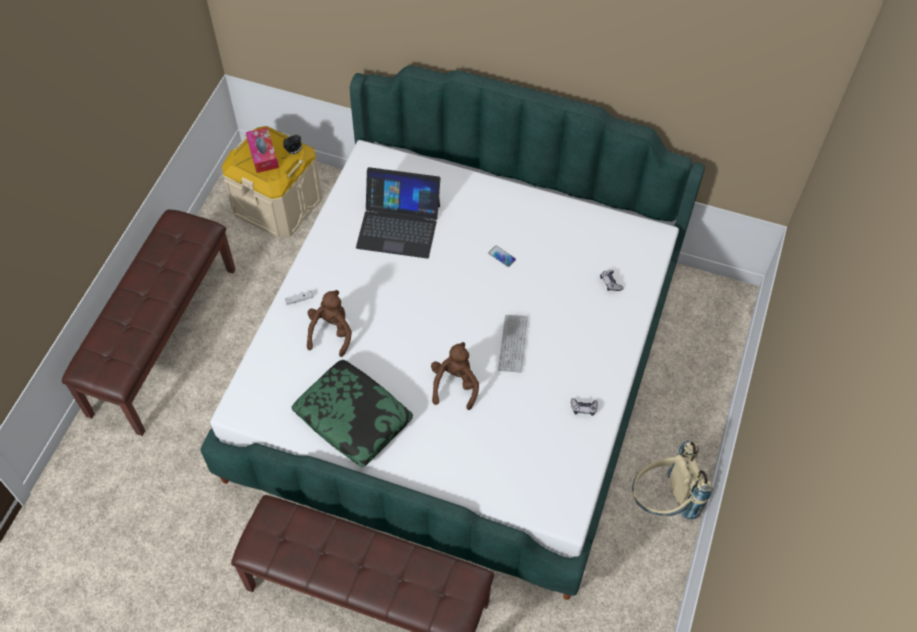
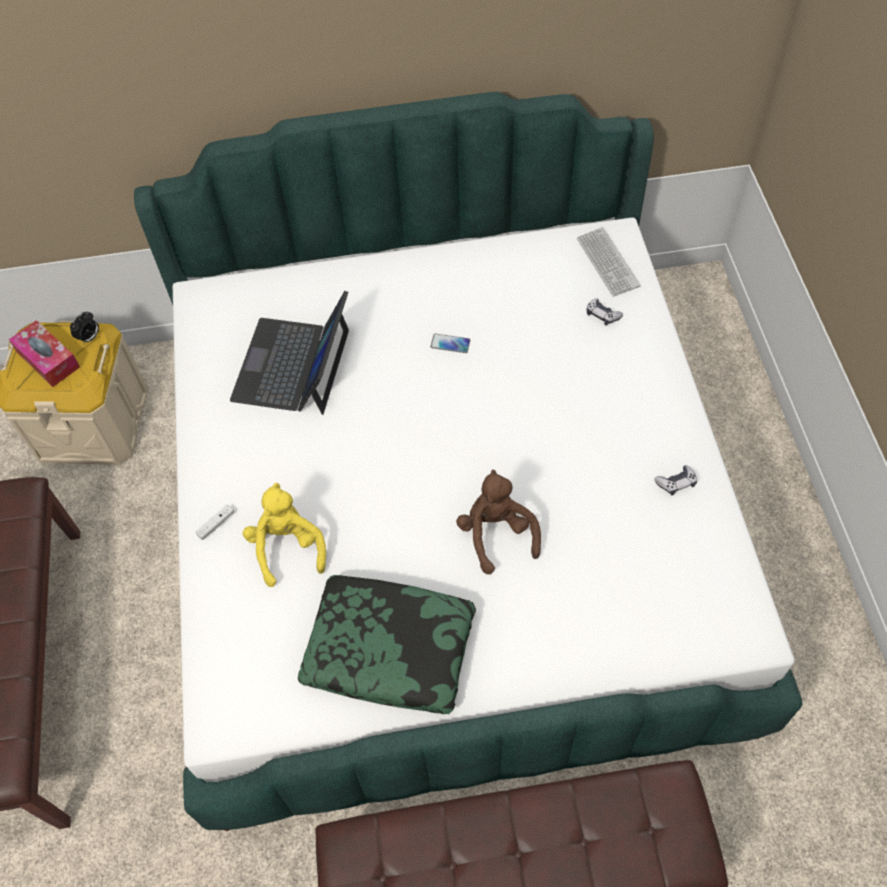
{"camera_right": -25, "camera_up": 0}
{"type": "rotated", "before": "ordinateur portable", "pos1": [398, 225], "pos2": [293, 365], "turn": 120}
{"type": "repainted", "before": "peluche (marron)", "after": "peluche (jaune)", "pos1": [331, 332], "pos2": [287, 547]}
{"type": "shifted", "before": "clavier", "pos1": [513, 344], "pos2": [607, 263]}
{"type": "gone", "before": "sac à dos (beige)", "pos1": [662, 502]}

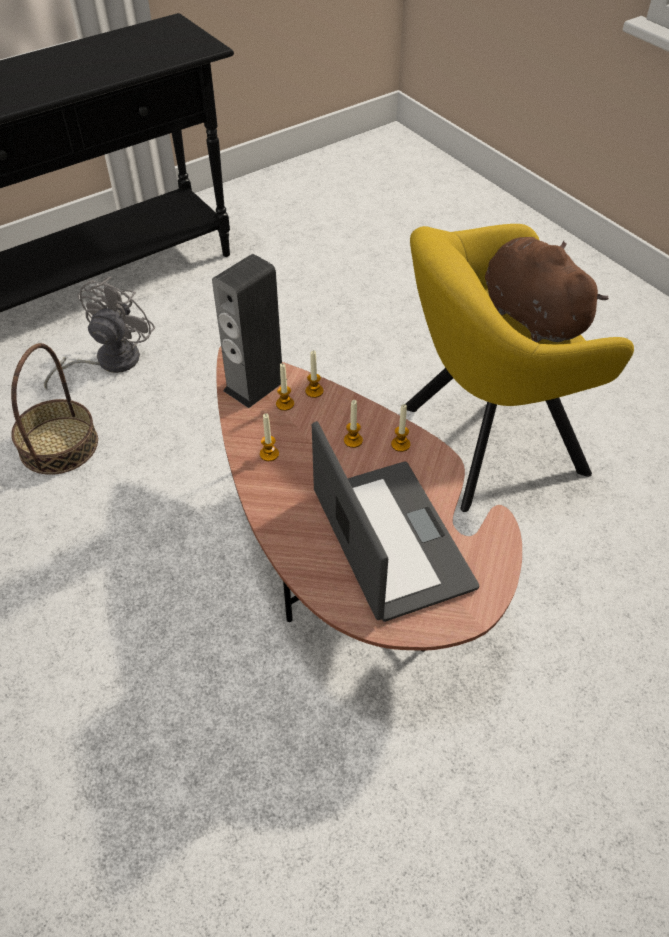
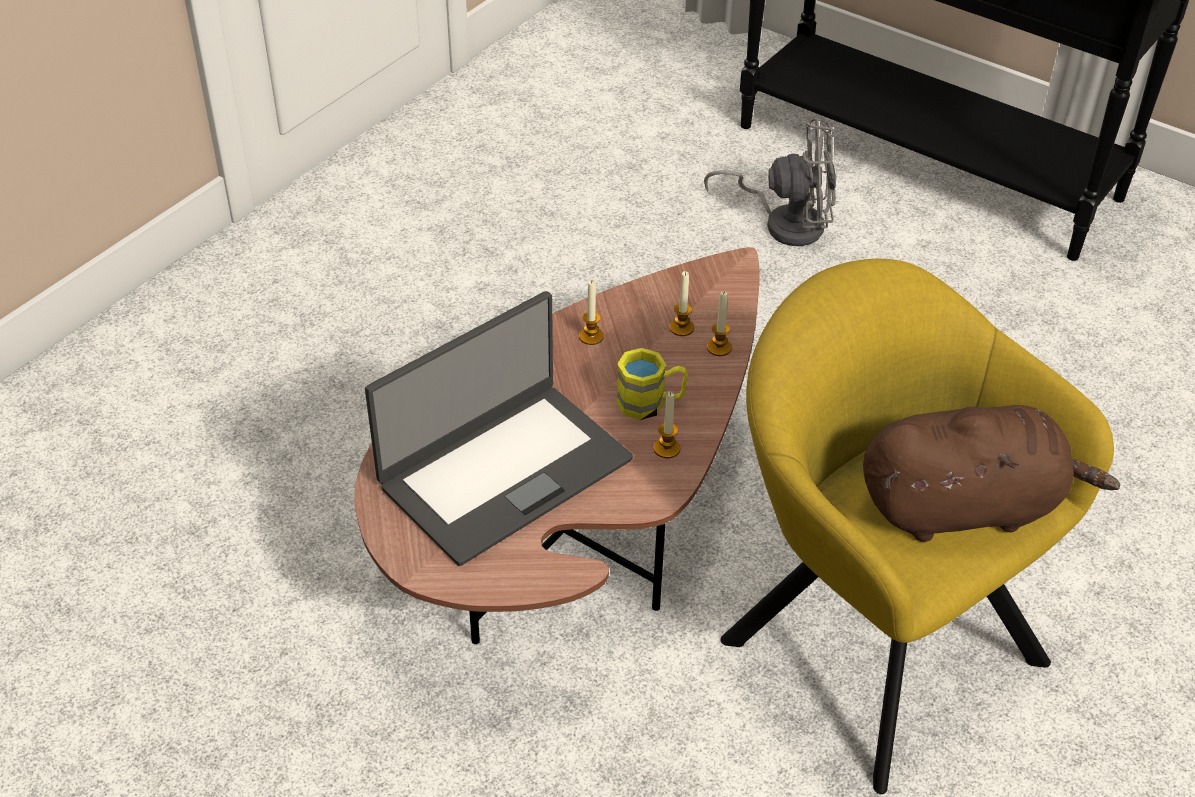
{"camera_right": 70, "camera_up": -5}
{"type": "rotated", "before": "peluche (marron)", "pos1": [530, 316], "pos2": [966, 507], "turn": 45}
{"type": "gone", "before": "enceinte", "pos1": [255, 385]}
{"type": "gone", "before": "panier", "pos1": [58, 445]}
{"type": "swapped", "before": "bougie", "after": "mug (jaune)", "pos1": [353, 440], "pos2": [650, 403]}

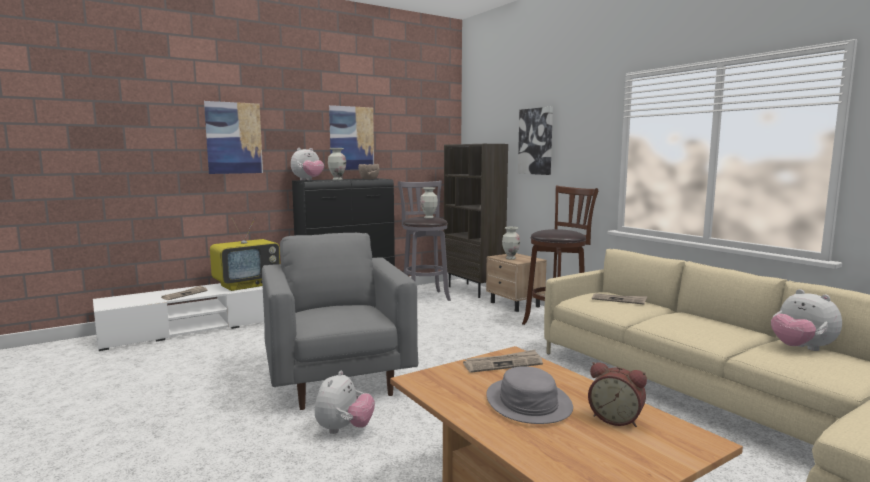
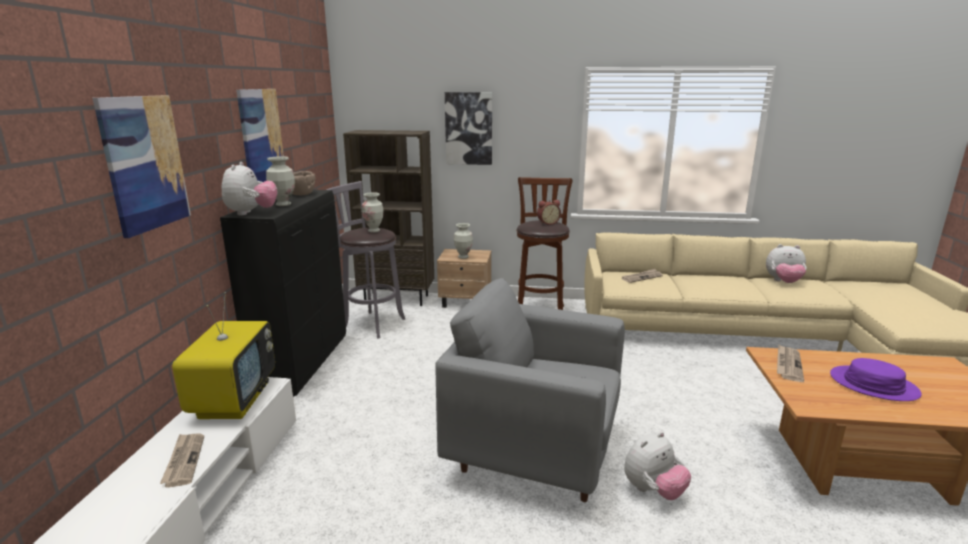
{"camera_right": -50, "camera_up": 10}
{"type": "shifted", "before": "réveil", "pos1": [616, 418], "pos2": [547, 223]}
{"type": "repainted", "before": "chapeau (gris)", "after": "chapeau (violet)", "pos1": [528, 402], "pos2": [873, 385]}
{"type": "rotated", "before": "peluche", "pos1": [344, 429], "pos2": [653, 491], "turn": 90}

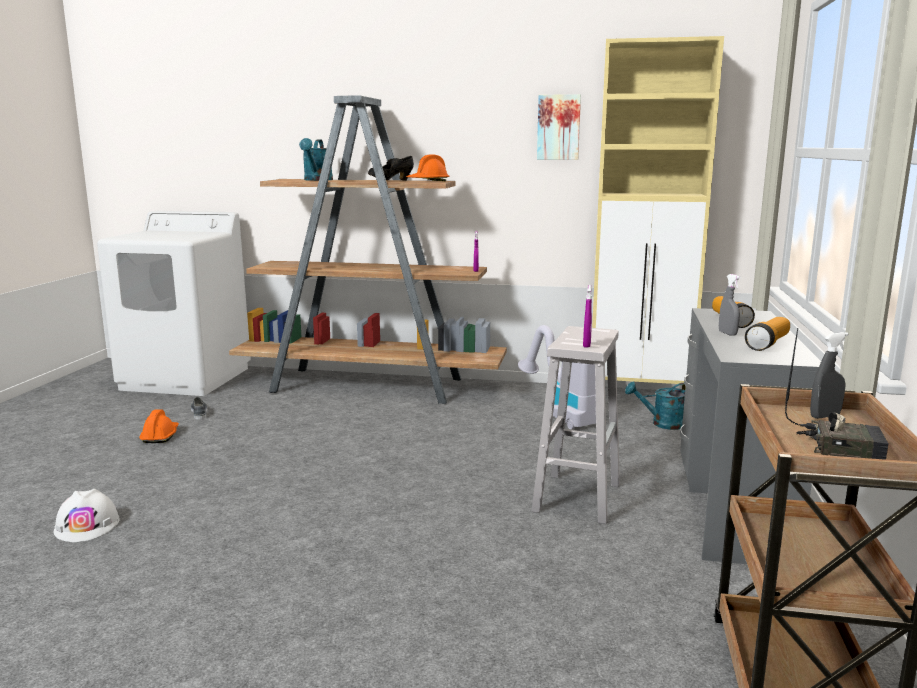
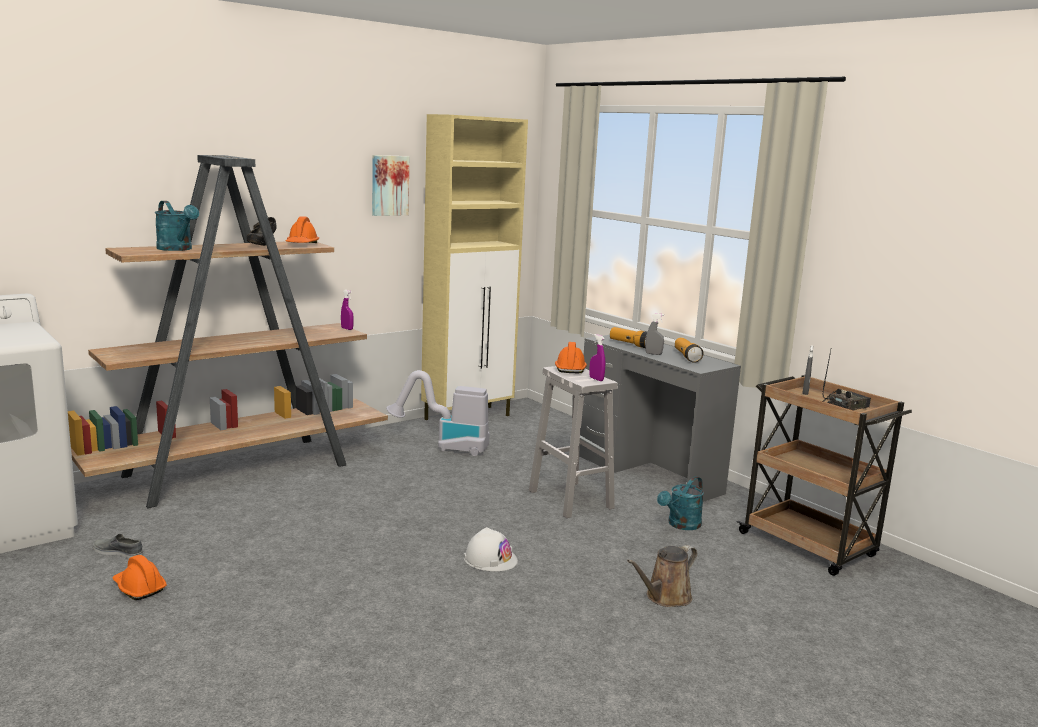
{"camera_right": -50, "camera_up": 0}
{"type": "shifted", "before": "arrosoir (turquoise)", "pos1": [662, 424], "pos2": [681, 525]}
{"type": "shifted", "before": "casque de chantier (blanc)", "pos1": [87, 525], "pos2": [490, 559]}
{"type": "new", "after": "casque de chantier (orange)", "pos2": [570, 368]}
{"type": "new", "after": "arrosoir (marron)", "pos2": [665, 597]}

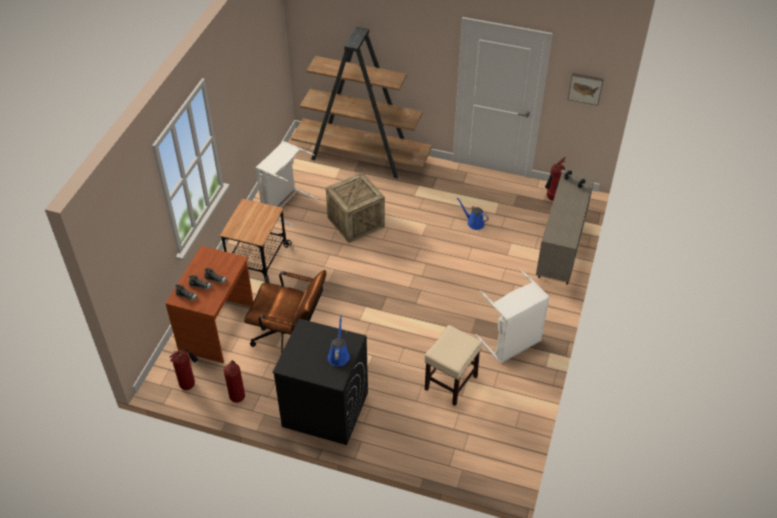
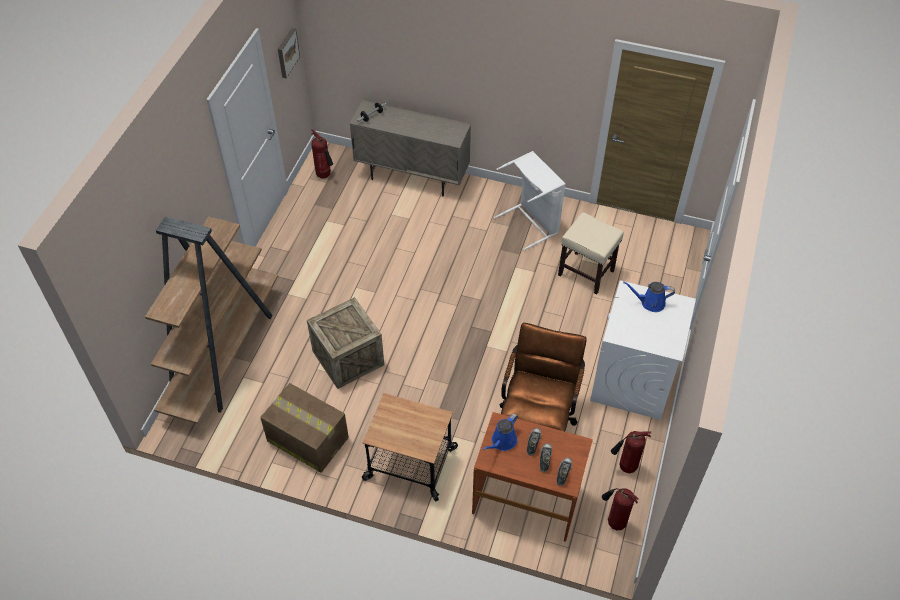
{"camera_right": -90, "camera_up": 5}
{"type": "swapped", "before": "panier à linge (blanc)", "after": "carton", "pos1": [285, 204], "pos2": [307, 439]}
{"type": "shifted", "before": "arrosoir (bleu)", "pos1": [474, 223], "pos2": [502, 442]}
{"type": "repainted", "before": "lave-linge (noir)", "after": "lave-linge (blanc)", "pos1": [324, 409], "pos2": [632, 380]}

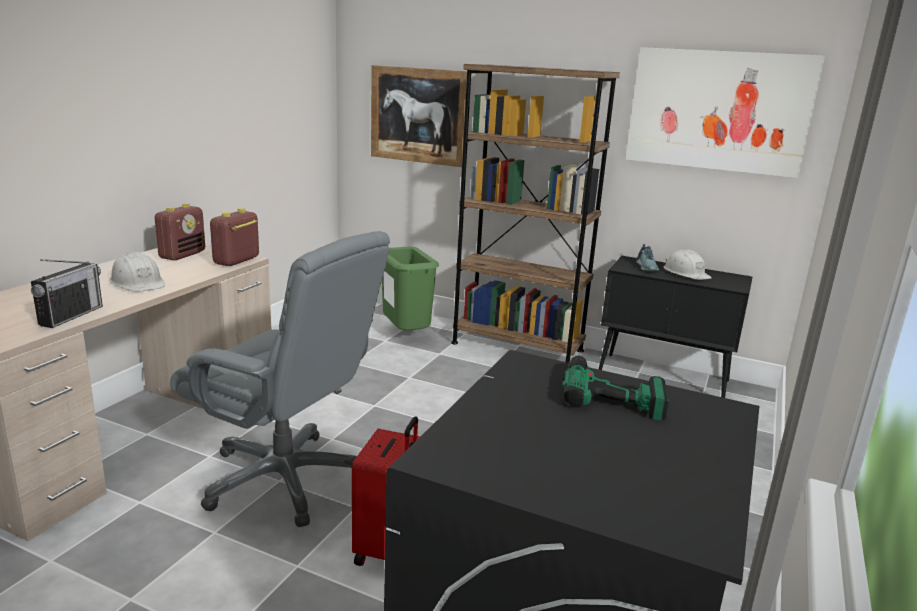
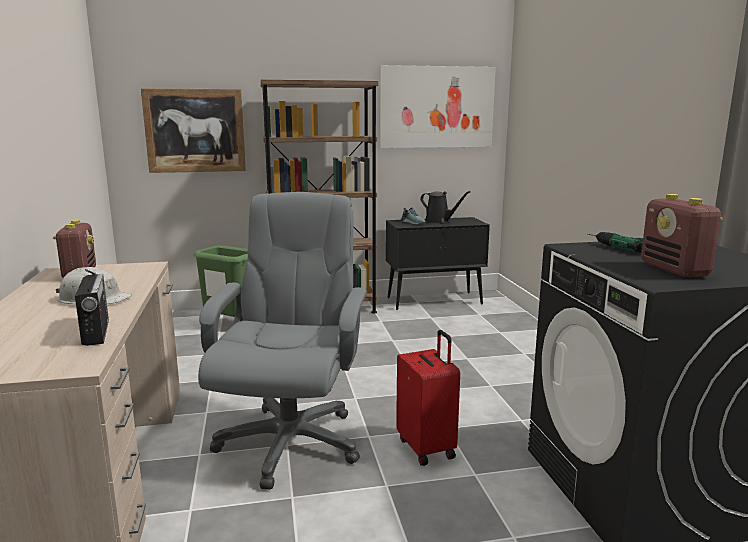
{"camera_right": -35, "camera_up": -5}
{"type": "shifted", "before": "radio", "pos1": [236, 261], "pos2": [675, 270]}
{"type": "rotated", "before": "chaise de bureau (gris)", "pos1": [286, 479], "pos2": [290, 442], "turn": -75}
{"type": "swapped", "before": "casque de chantier (blanc)", "after": "arrosoir (noir)", "pos1": [686, 273], "pos2": [439, 221]}

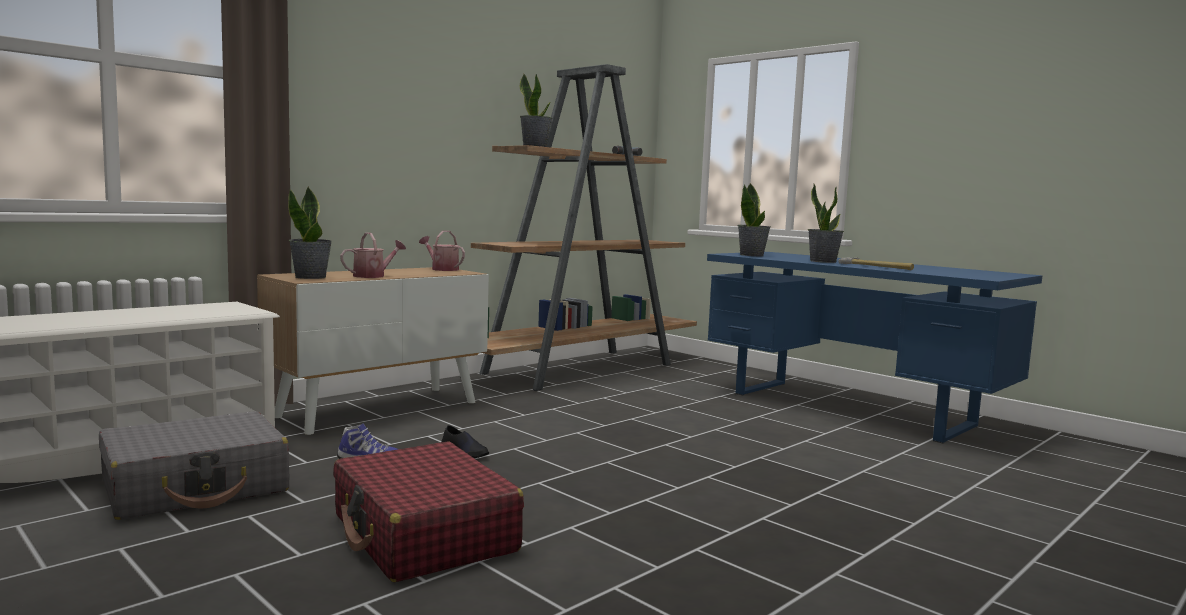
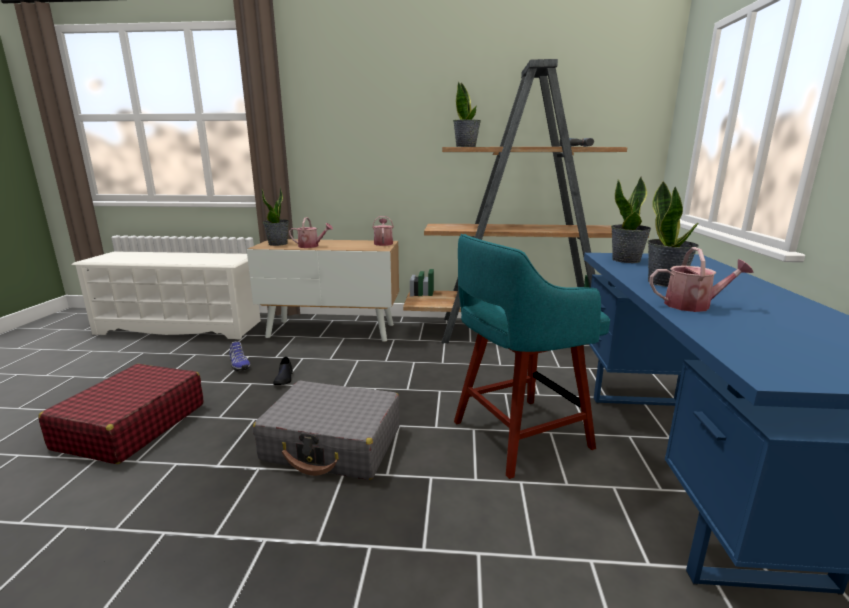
{"camera_right": 50, "camera_up": 10}
{"type": "swapped", "before": "marteau", "after": "arrosoir", "pos1": [876, 267], "pos2": [693, 305]}
{"type": "shifted", "before": "valise (gris)", "pos1": [196, 487], "pos2": [333, 444]}
{"type": "new", "after": "tabouret (turquoise)", "pos2": [517, 435]}

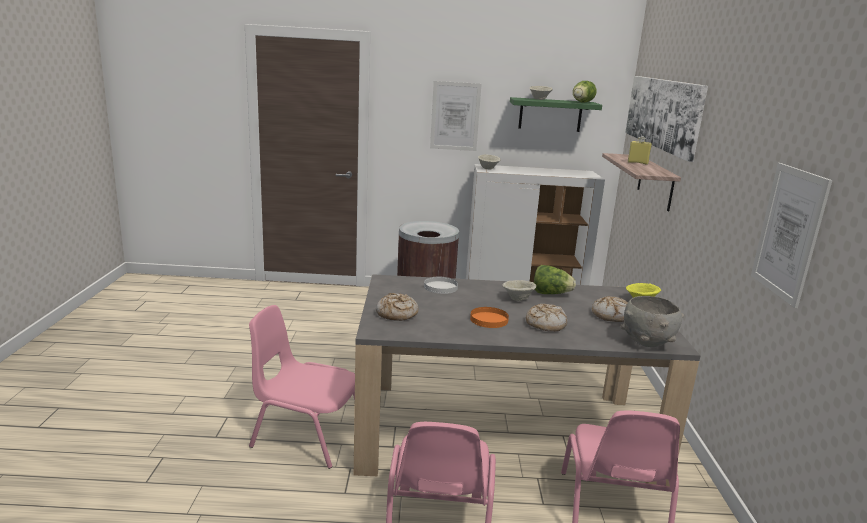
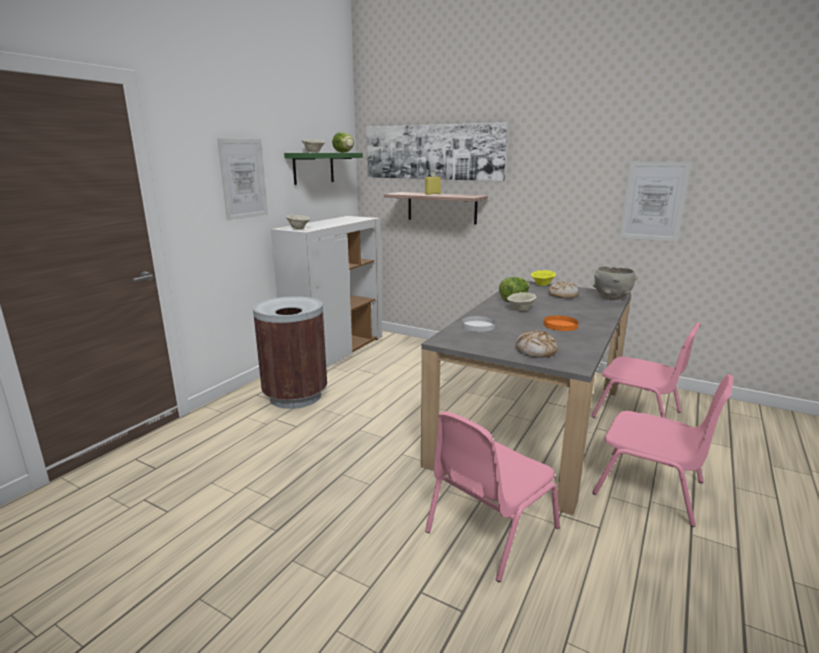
{"camera_right": -60, "camera_up": 0}
{"type": "gone", "before": "pain", "pos1": [545, 324]}

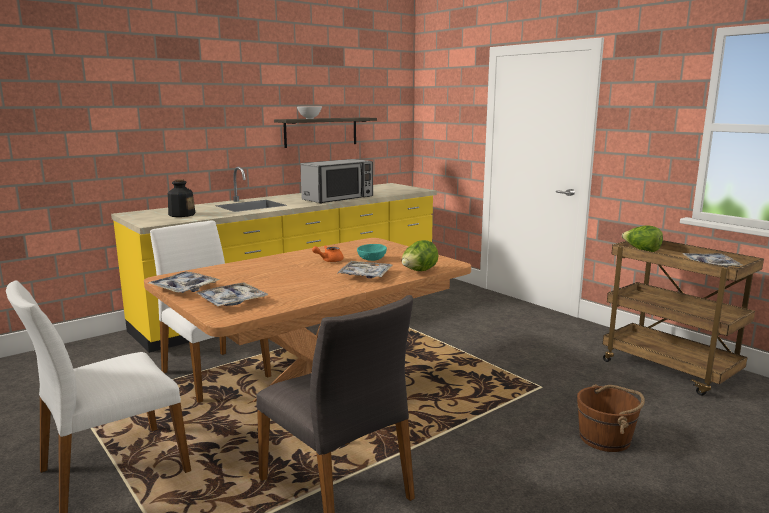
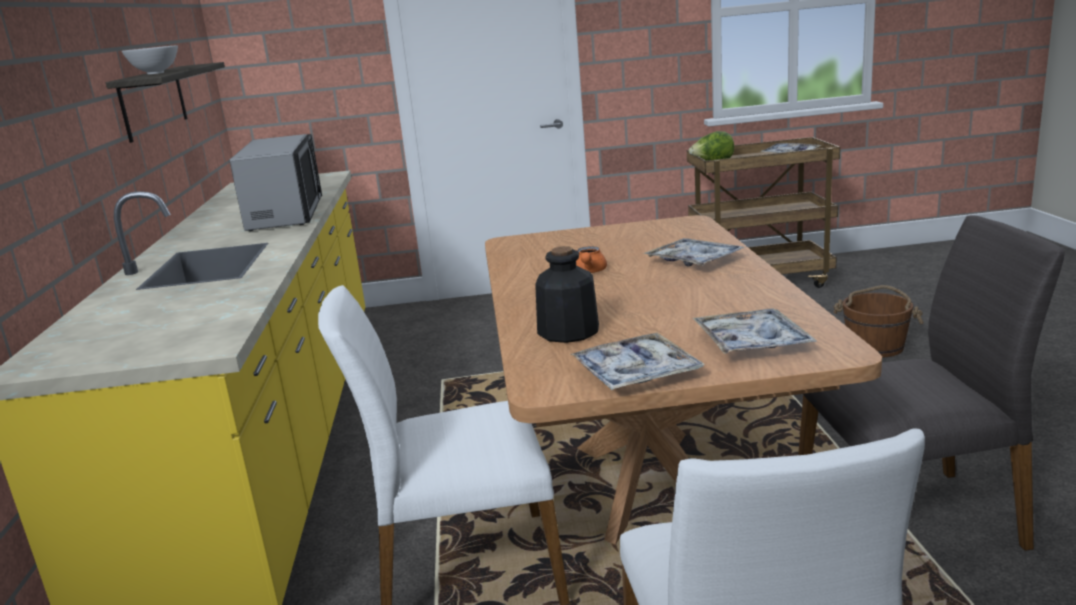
{"camera_right": -55, "camera_up": 5}
{"type": "shifted", "before": "bouteille", "pos1": [181, 214], "pos2": [567, 331]}
{"type": "gone", "before": "laitue", "pos1": [418, 272]}
{"type": "gone", "before": "bol (turquoise)", "pos1": [372, 259]}

